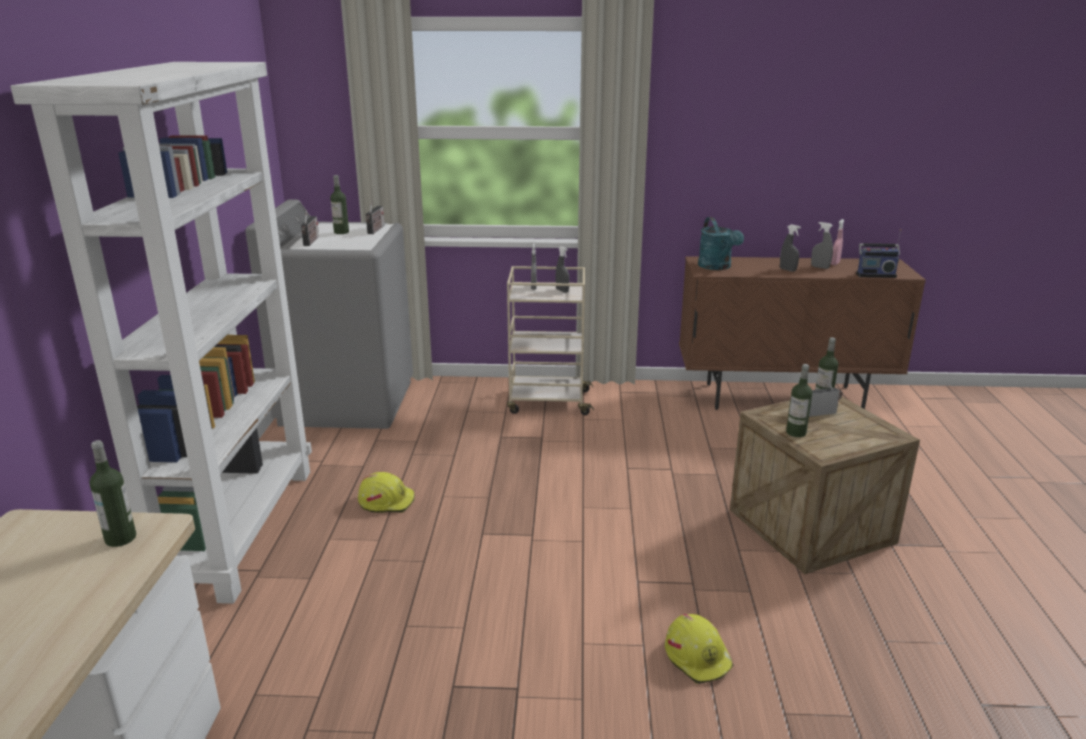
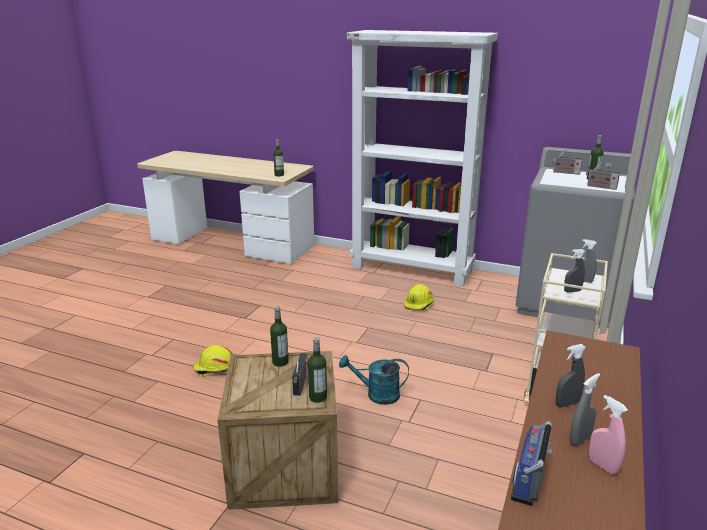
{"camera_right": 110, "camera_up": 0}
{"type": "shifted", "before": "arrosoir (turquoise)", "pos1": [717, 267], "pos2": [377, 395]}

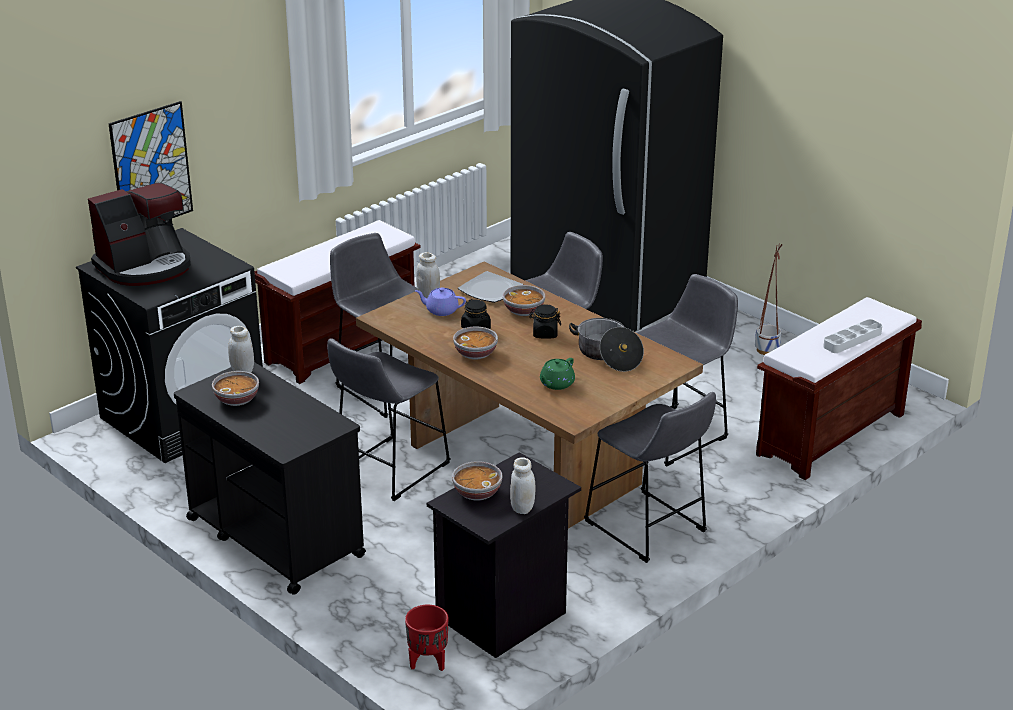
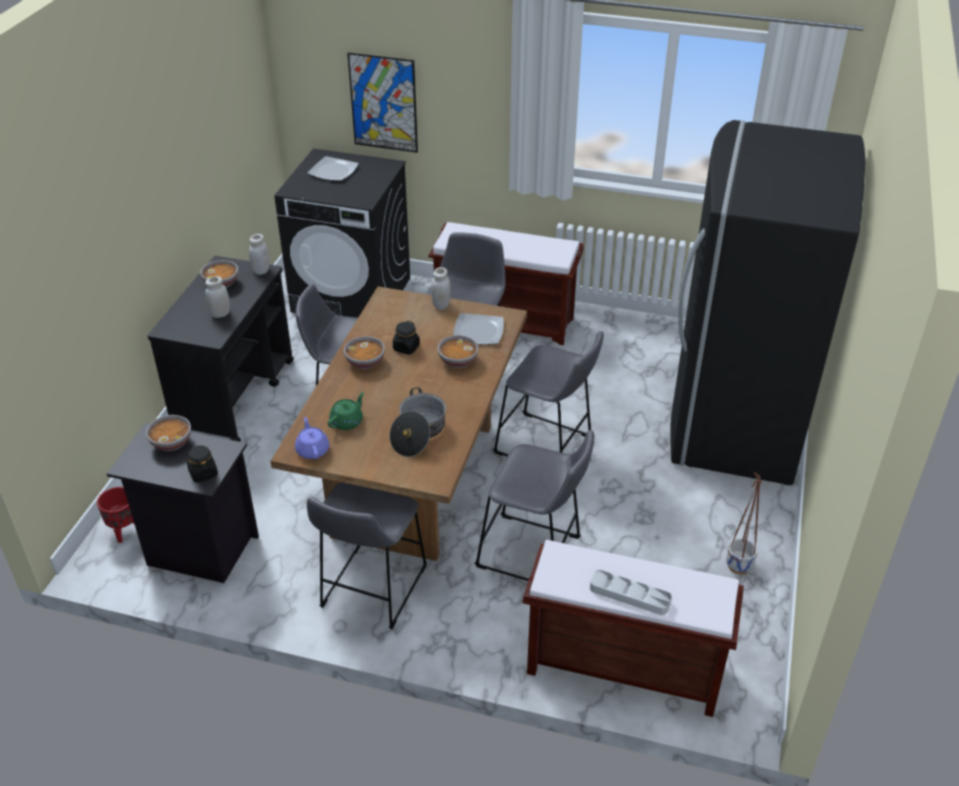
{"camera_right": 60, "camera_up": 10}
{"type": "swapped", "before": "machine à café", "after": "assiette", "pos1": [145, 267], "pos2": [334, 171]}
{"type": "shifted", "before": "théière (violet)", "pos1": [441, 310], "pos2": [312, 450]}
{"type": "shifted", "before": "bocal (noir)", "pos1": [545, 334], "pos2": [203, 473]}
{"type": "rotated", "before": "théière (vert)", "pos1": [556, 384], "pos2": [347, 421], "turn": 120}
{"type": "shifted", "before": "bocal (blanc)", "pos1": [522, 508], "pos2": [220, 314]}

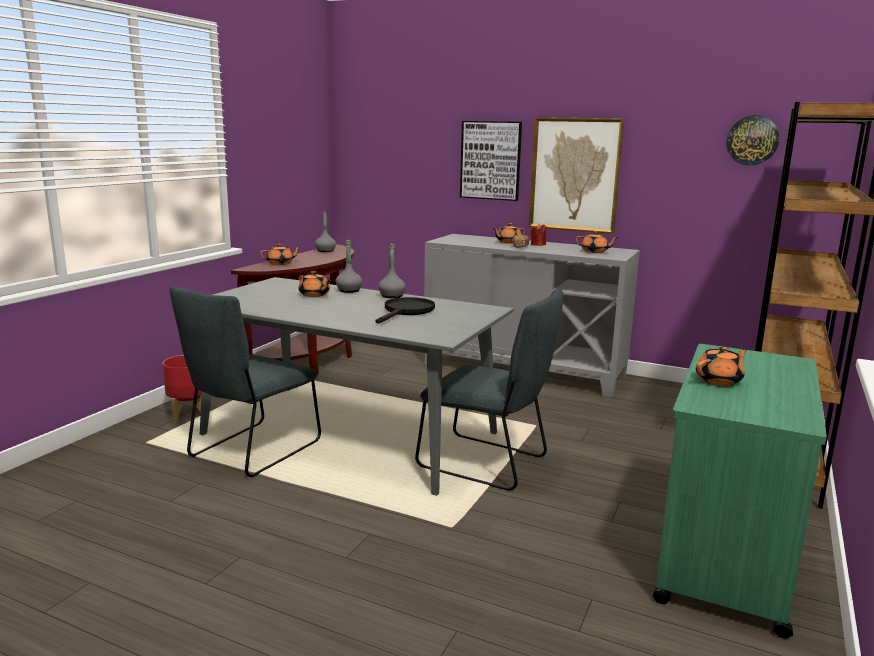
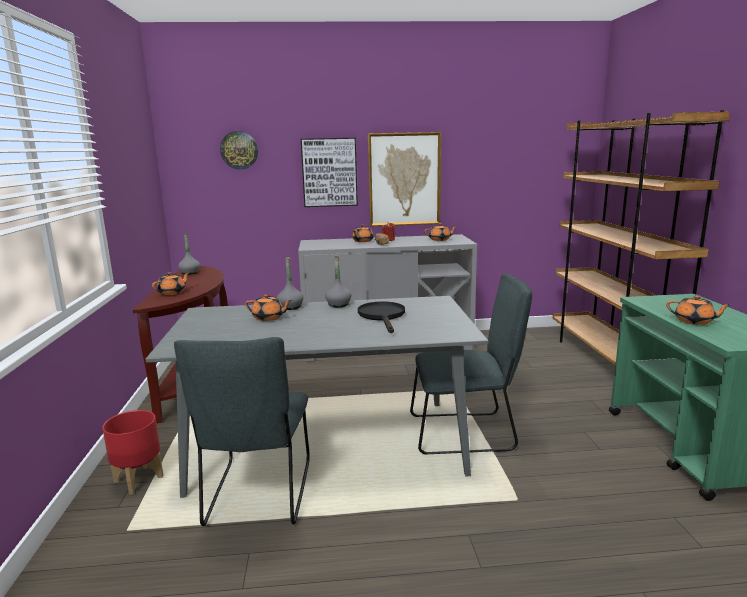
{"camera_right": -30, "camera_up": 0}
{"type": "shifted", "before": "horloge murale", "pos1": [752, 140], "pos2": [239, 150]}
{"type": "rotated", "before": "théière (orange)", "pos1": [719, 380], "pos2": [694, 321], "turn": 90}

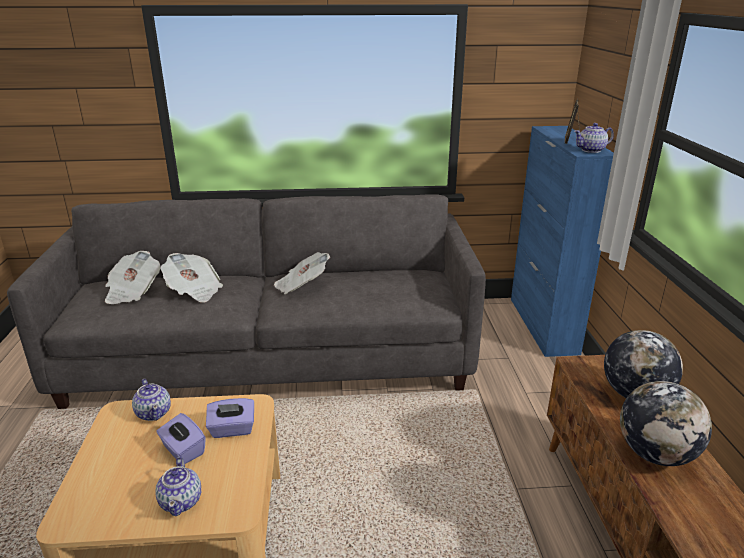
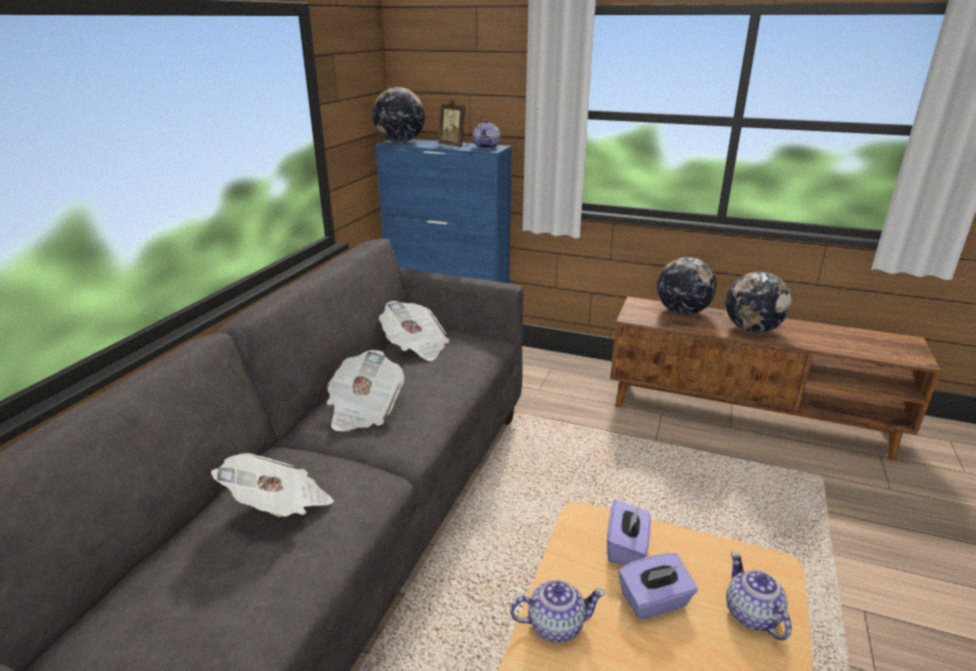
{"camera_right": -65, "camera_up": 0}
{"type": "shifted", "before": "journal", "pos1": [132, 292], "pos2": [416, 346]}
{"type": "rotated", "before": "théière", "pos1": [181, 501], "pos2": [752, 615], "turn": -120}
{"type": "new", "after": "globe", "pos2": [400, 142]}

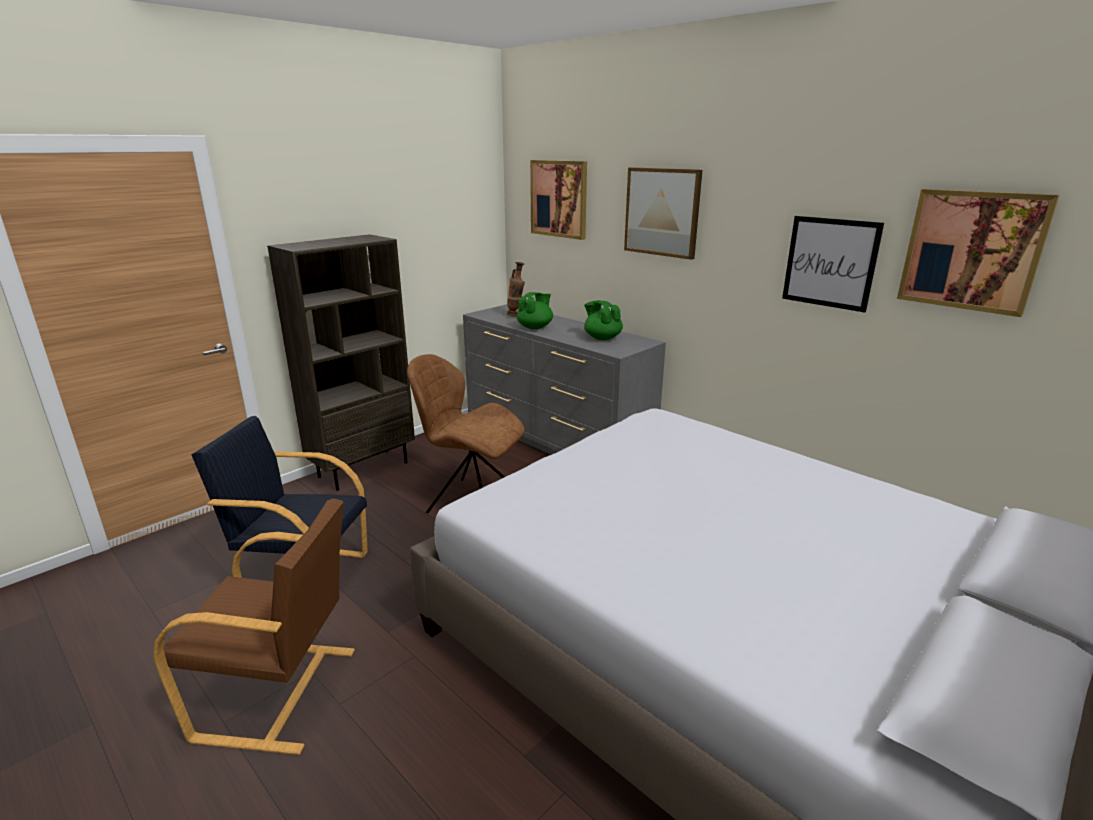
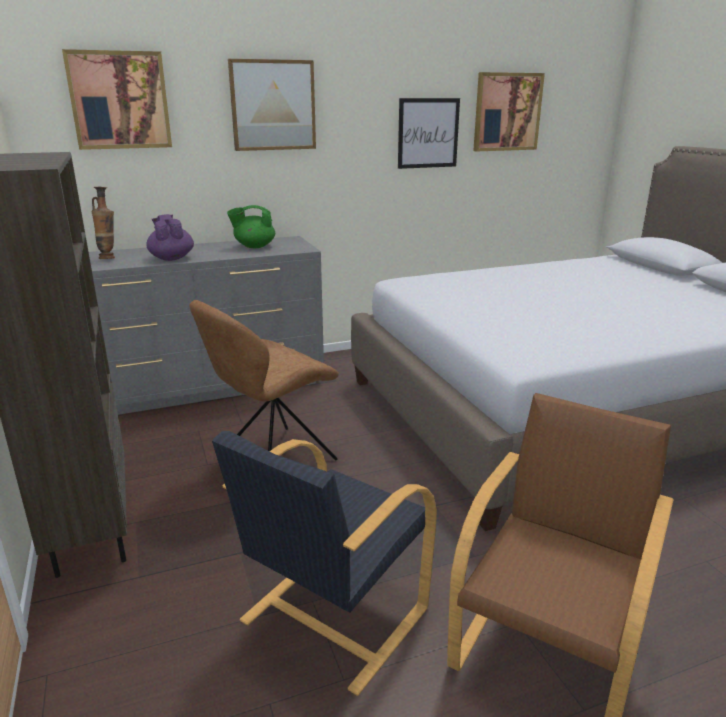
{"camera_right": -65, "camera_up": 0}
{"type": "repainted", "before": "théière (vert)", "after": "théière (violet)", "pos1": [535, 327], "pos2": [171, 258]}

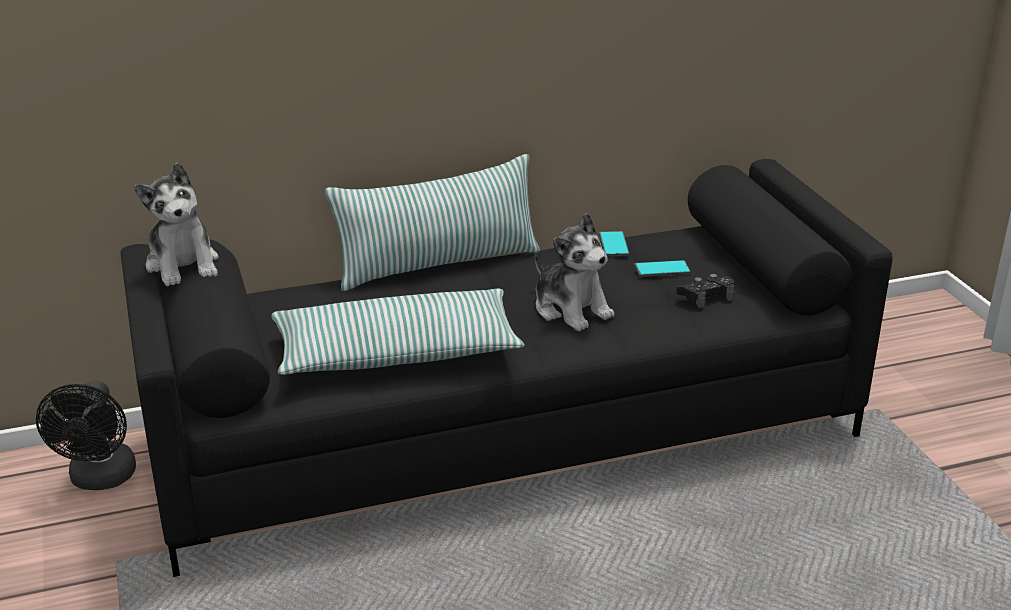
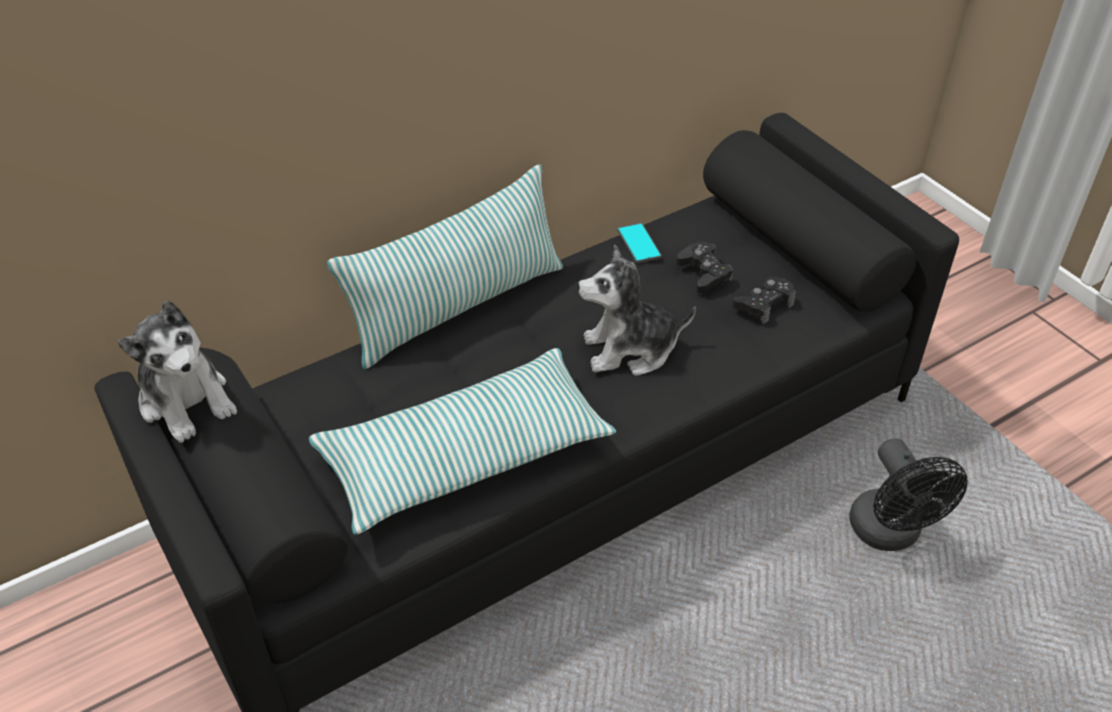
{"camera_right": -15, "camera_up": 15}
{"type": "rotated", "before": "peluche", "pos1": [571, 309], "pos2": [630, 350], "turn": 135}
{"type": "swapped", "before": "téléphone", "after": "manette (noir)", "pos1": [662, 269], "pos2": [704, 273]}
{"type": "shifted", "before": "ventilateur (noir)", "pos1": [101, 479], "pos2": [890, 534]}

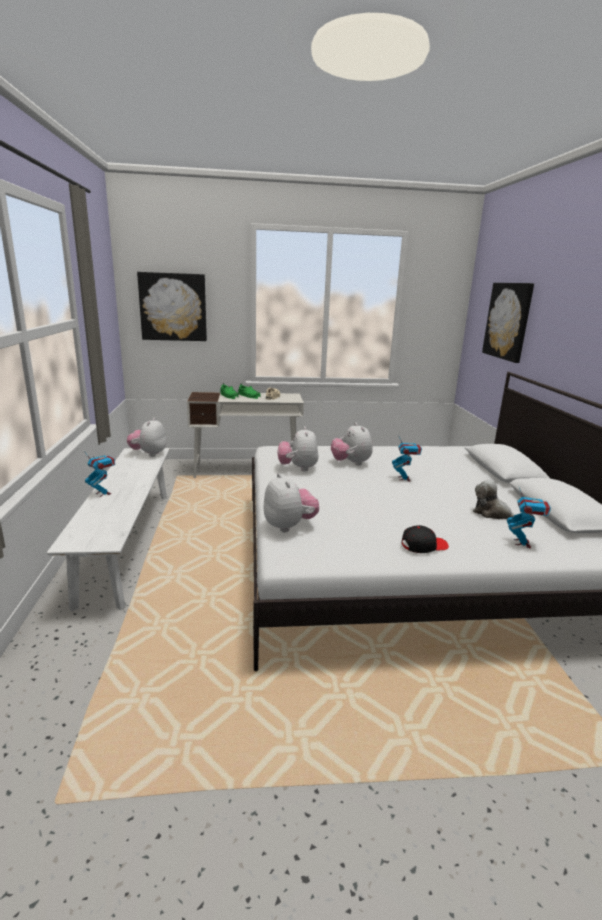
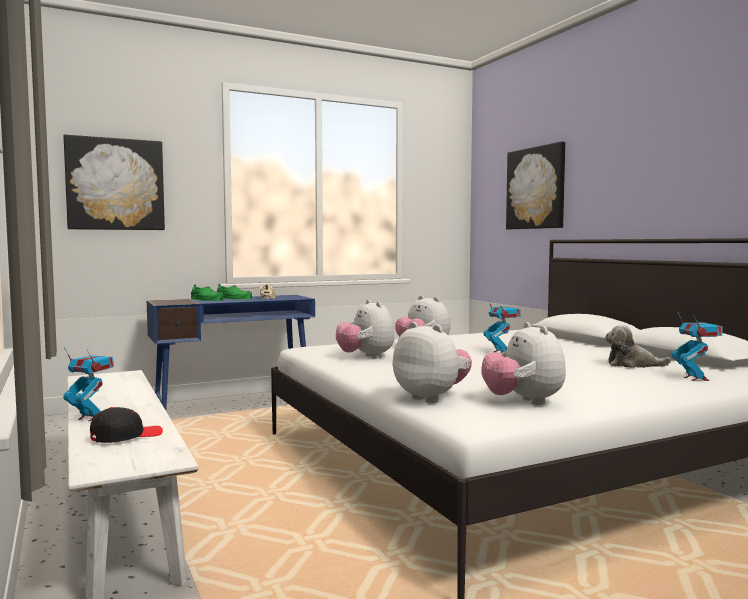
{"camera_right": -20, "camera_up": -15}
{"type": "repainted", "before": "bureau (blanc)", "after": "bureau (bleu)", "pos1": [246, 471], "pos2": [235, 407]}
{"type": "shifted", "before": "peluche", "pos1": [149, 454], "pos2": [523, 402]}
{"type": "shifted", "before": "casquette (noir)", "pos1": [423, 546], "pos2": [126, 436]}

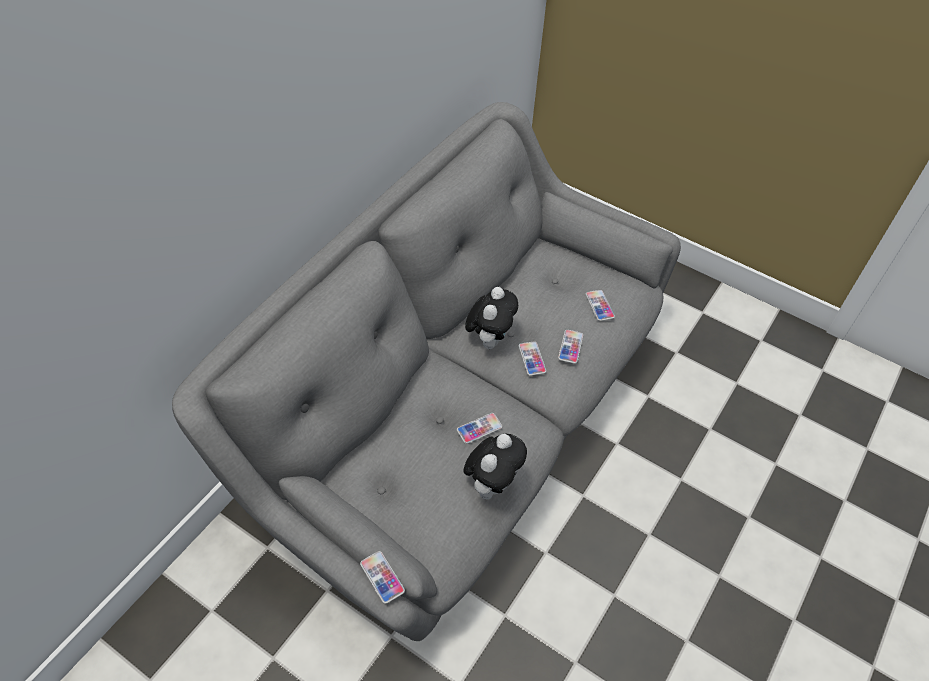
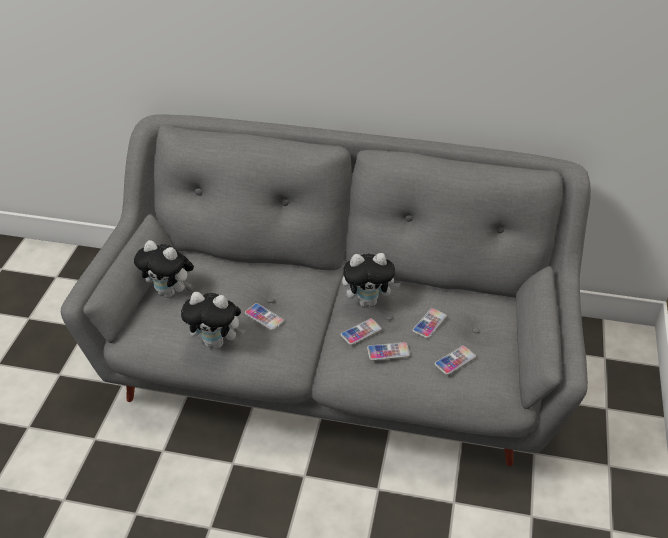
{"camera_right": 70, "camera_up": -10}
{"type": "shifted", "before": "téléphone", "pos1": [382, 577], "pos2": [429, 324]}
{"type": "new", "after": "peluche", "pos2": [170, 292]}

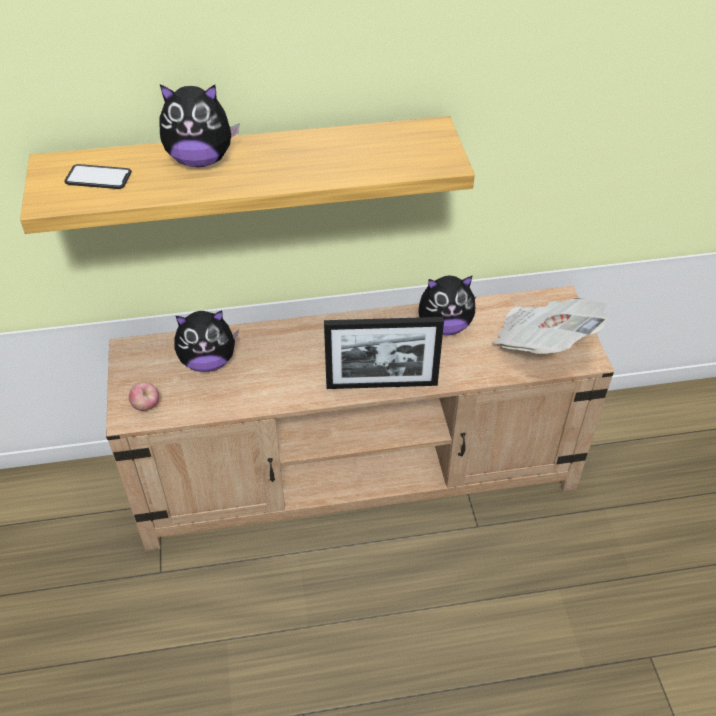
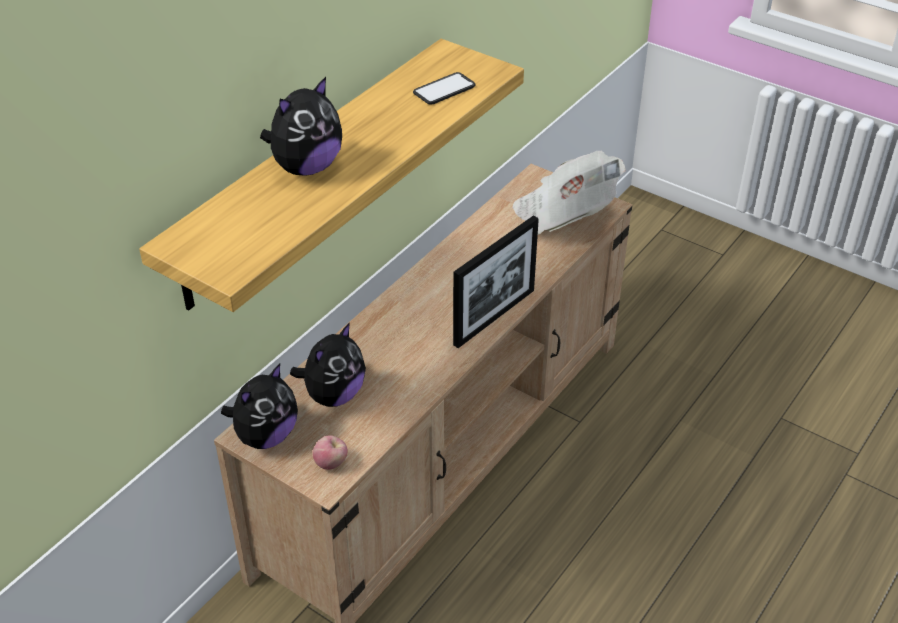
{"camera_right": -45, "camera_up": -5}
{"type": "shifted", "before": "téléphone", "pos1": [98, 178], "pos2": [444, 89]}
{"type": "shifted", "before": "peluche", "pos1": [444, 326], "pos2": [265, 436]}

